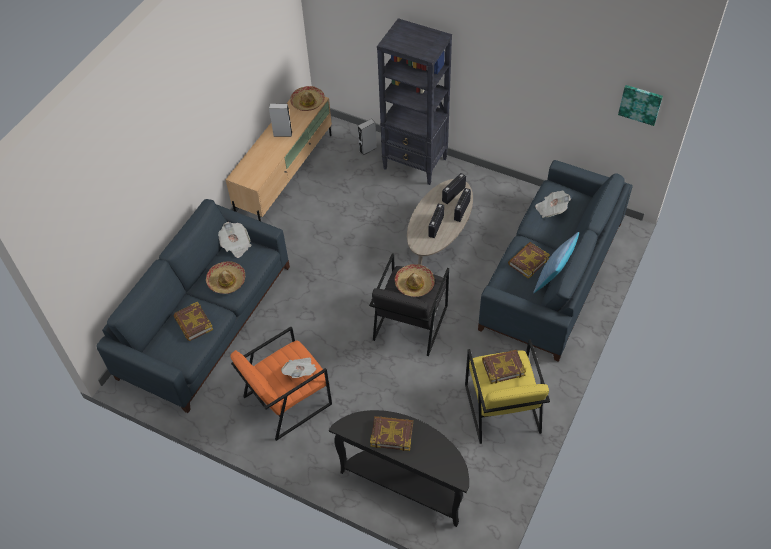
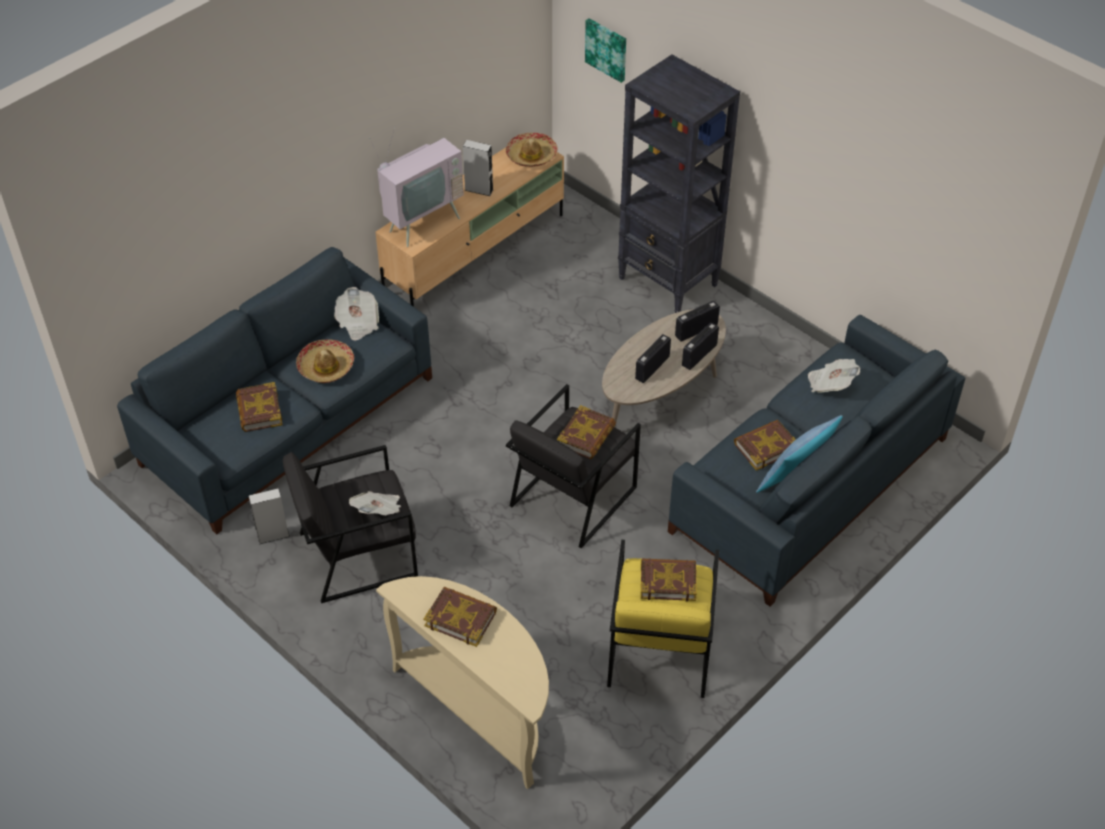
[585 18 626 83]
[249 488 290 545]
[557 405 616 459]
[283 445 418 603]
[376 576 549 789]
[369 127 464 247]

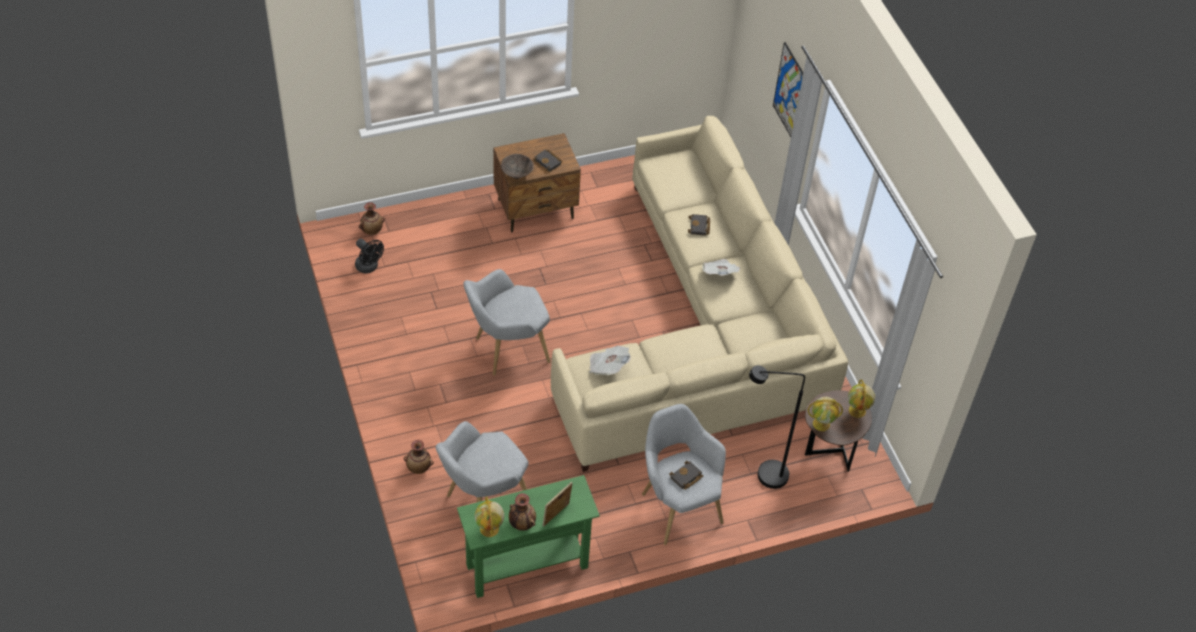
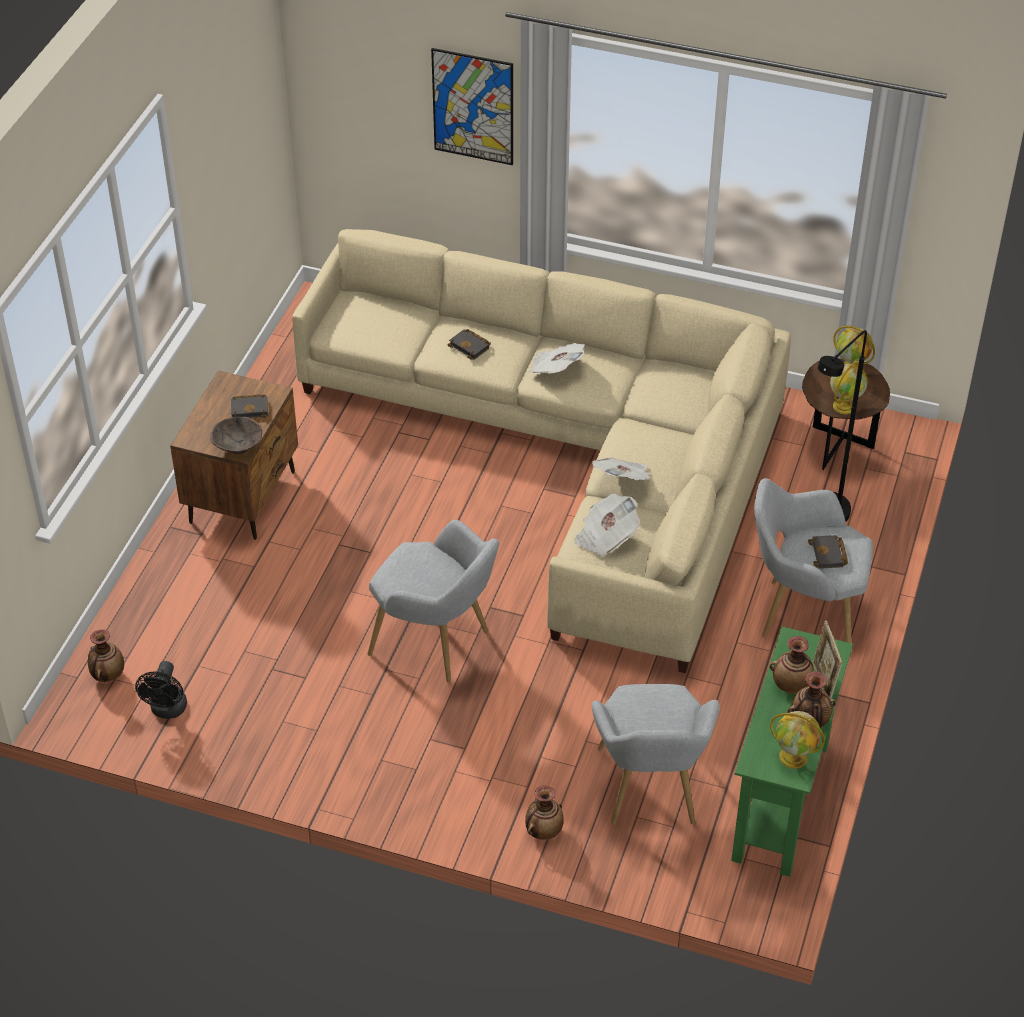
[135 661 187 719]
[368 520 499 683]
[592 457 651 480]
[770 636 814 694]

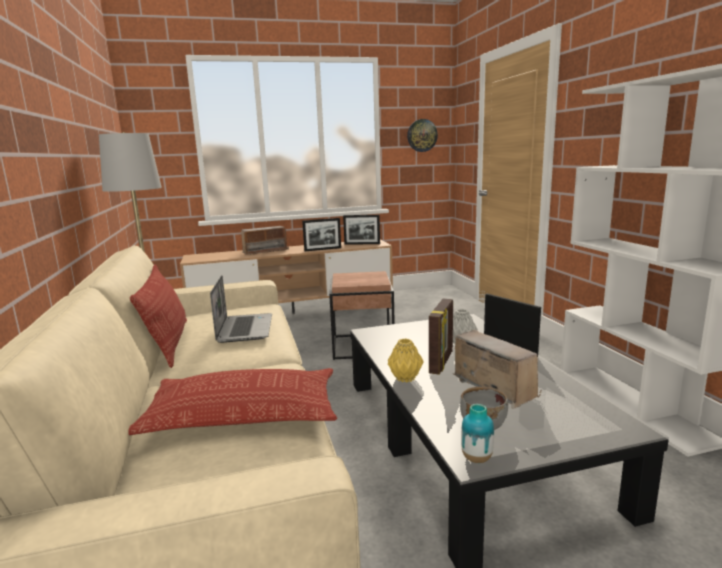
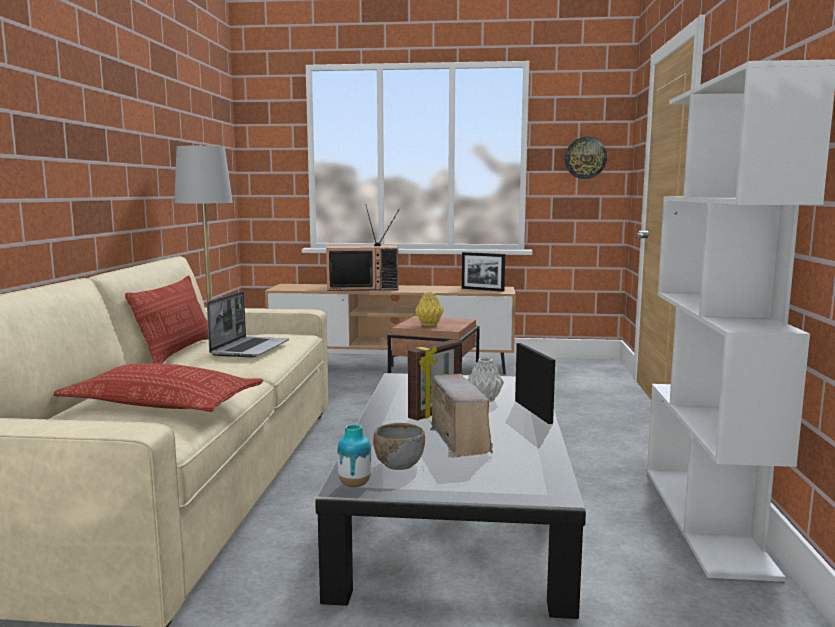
[302 218 341 251] (first image)
[326 204 400 291]
[415 292 444 326]

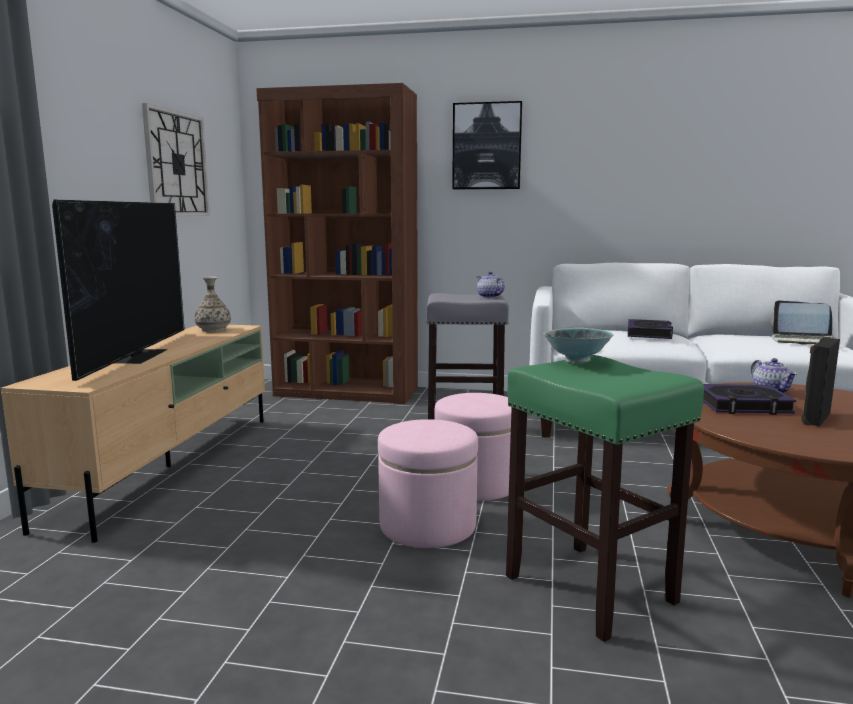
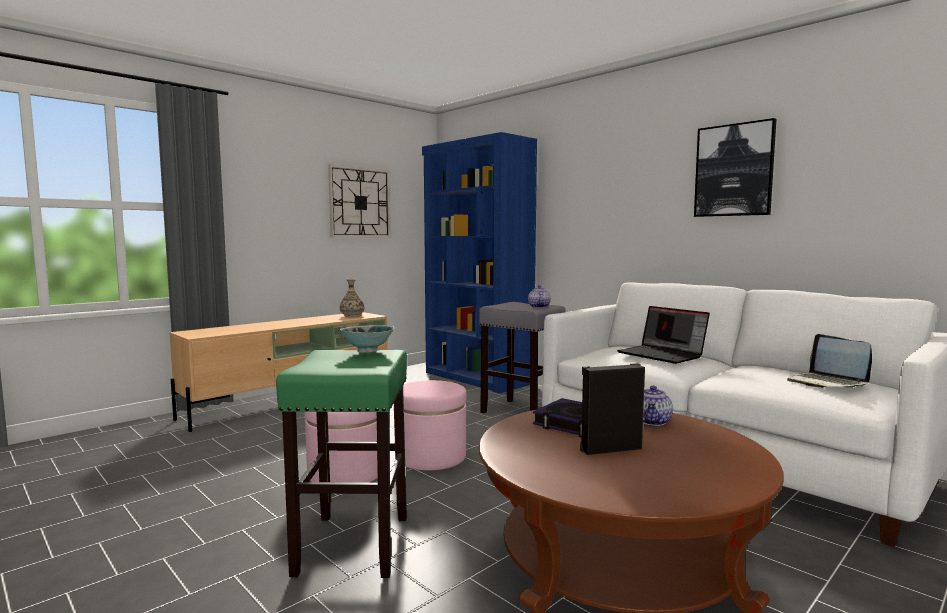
[422 132 537 393]
[694 118 776 217]
[52 200 185 381] (first image)
[617 306 710 364]

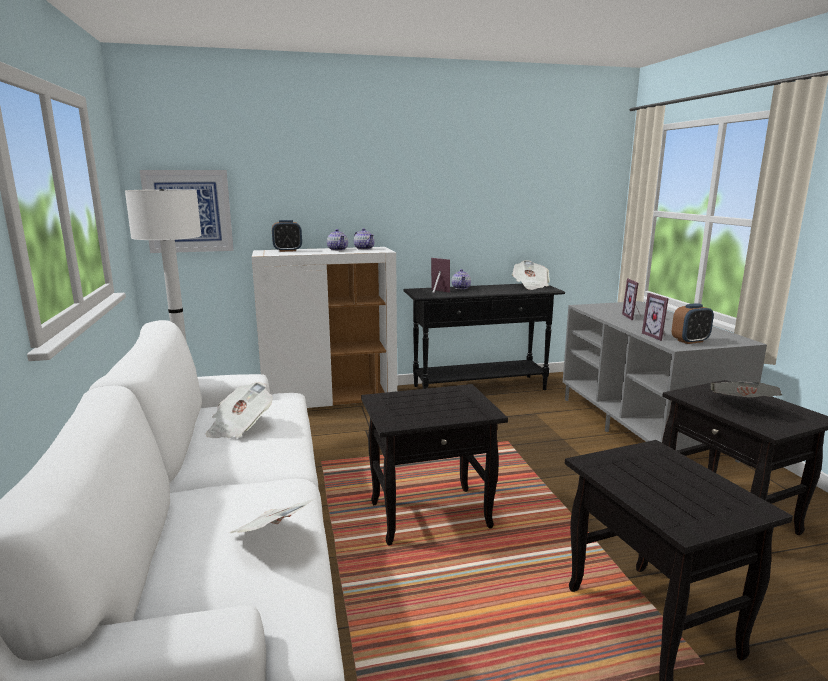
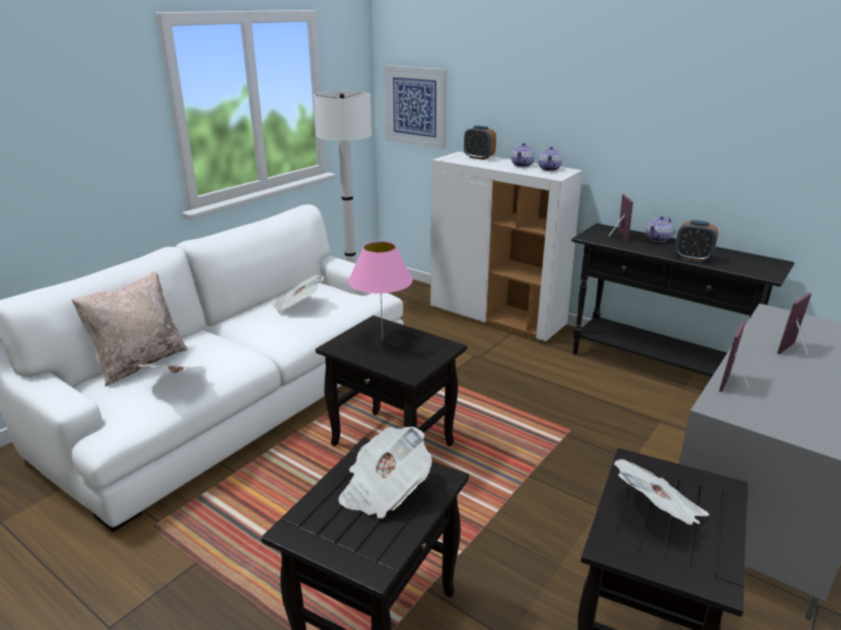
[338 427 432 519]
[675 220 718 262]
[348 241 413 340]
[72 271 188 386]

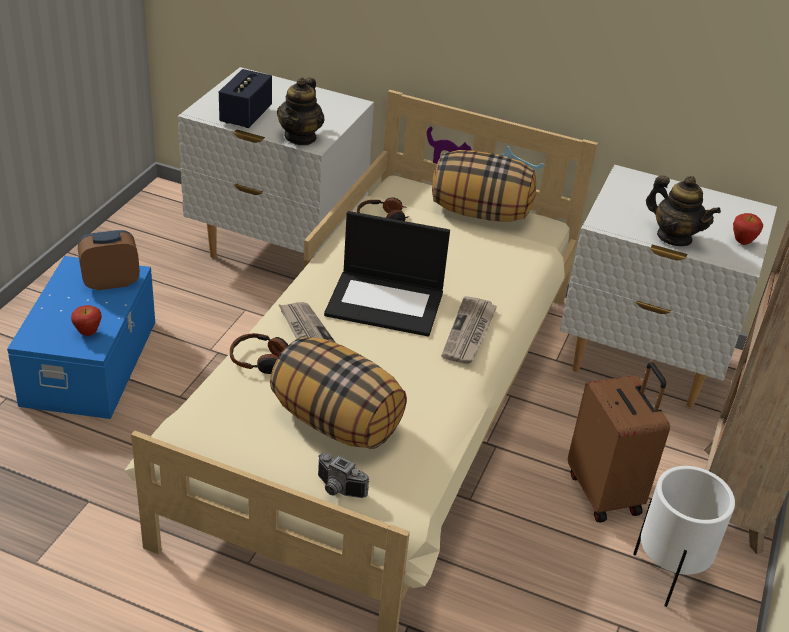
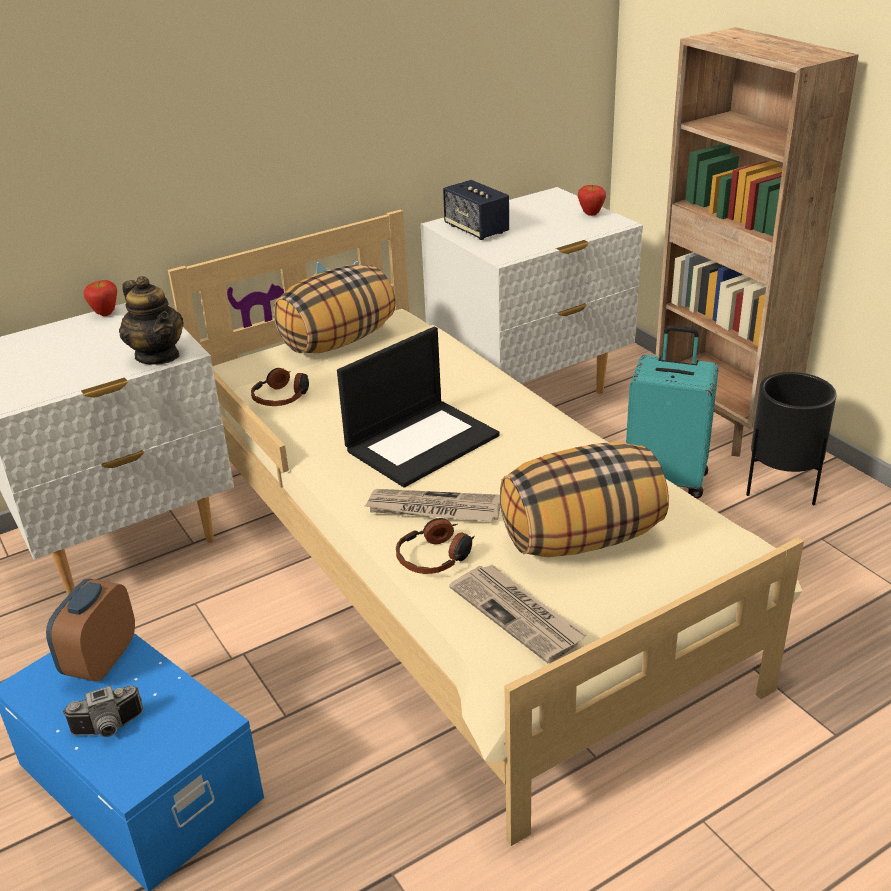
[443 180 509 240]
[646 175 721 246] (first image)
[449 564 587 663]
[84 280 117 316]
[626 325 719 498]
[62 685 143 737]
[746 372 837 505]

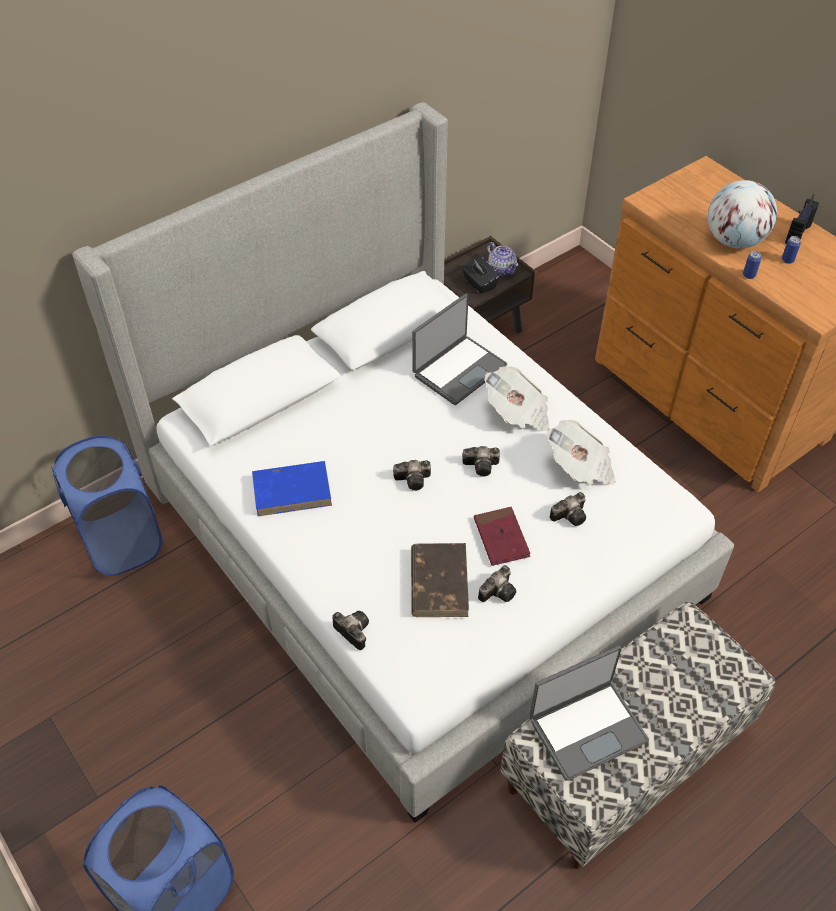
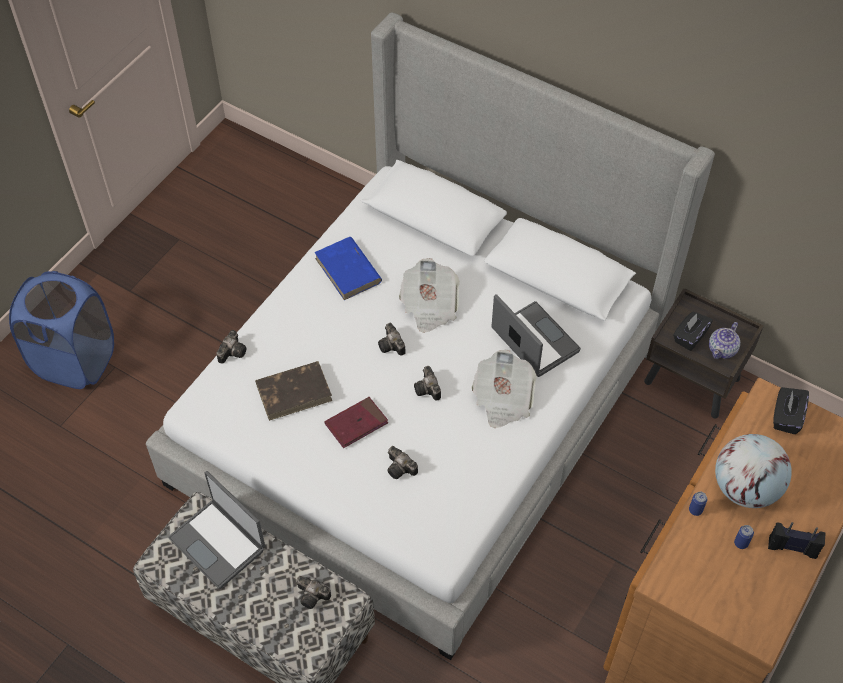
[491 294 581 377]
[399 258 460 333]
[51 435 163 576] (first image)
[296 576 331 609]
[773 387 809 434]

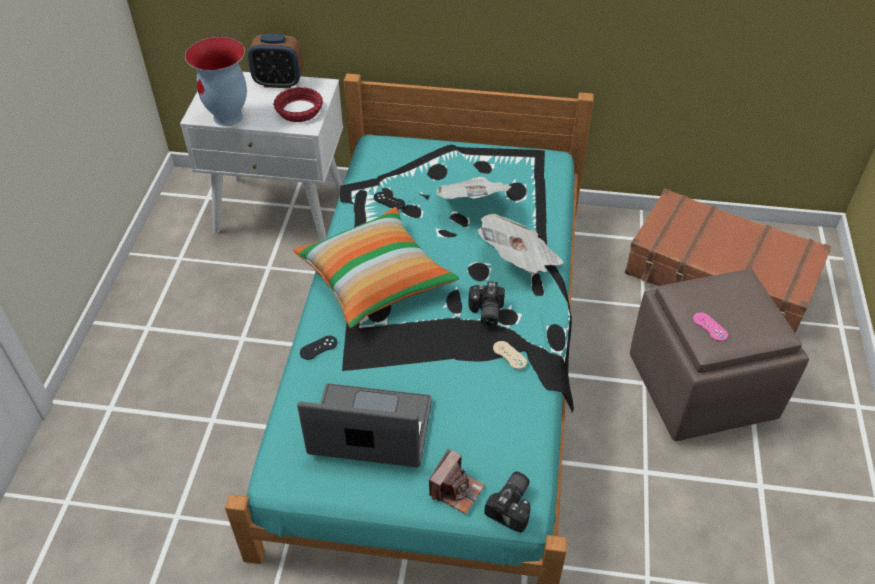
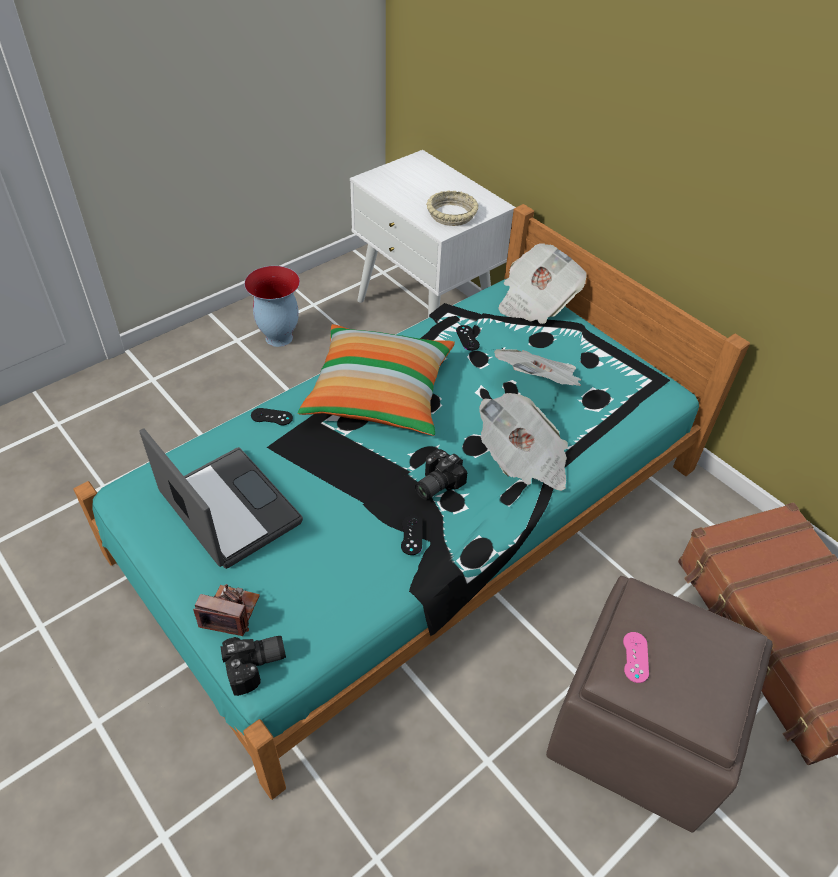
[248 34 303 88] (first image)
[244 266 300 347]
[426 190 478 226]
[401 515 423 555]
[193 584 260 636]
[498 243 587 324]

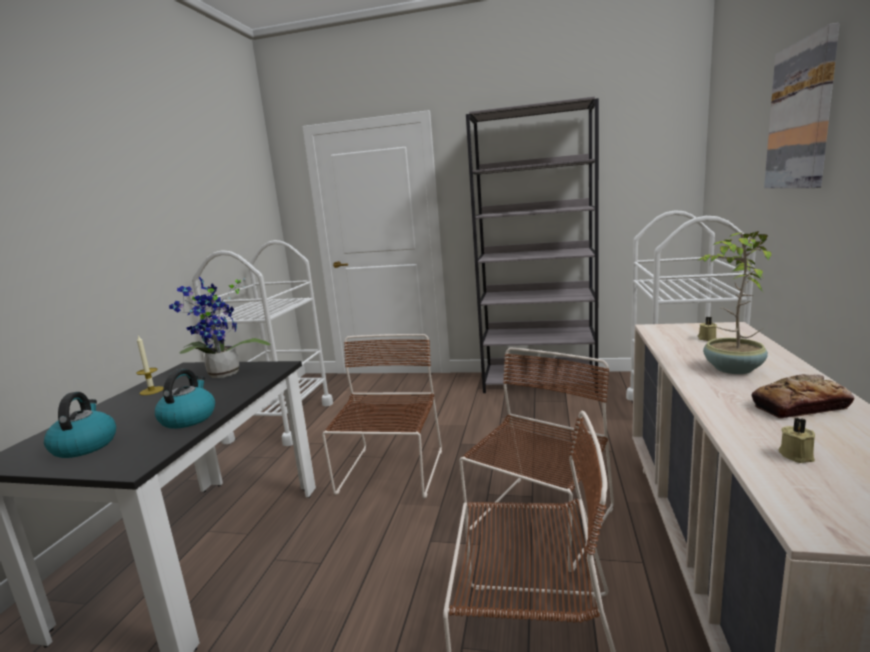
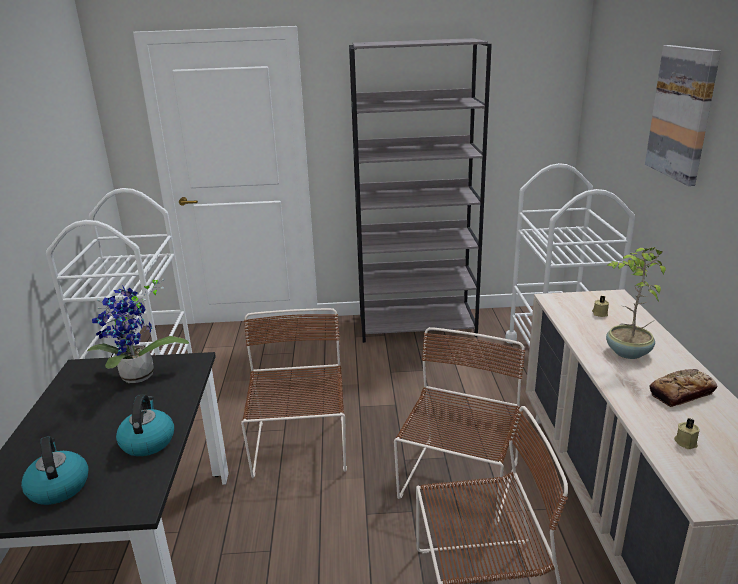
[136 335 164 395] (first image)

